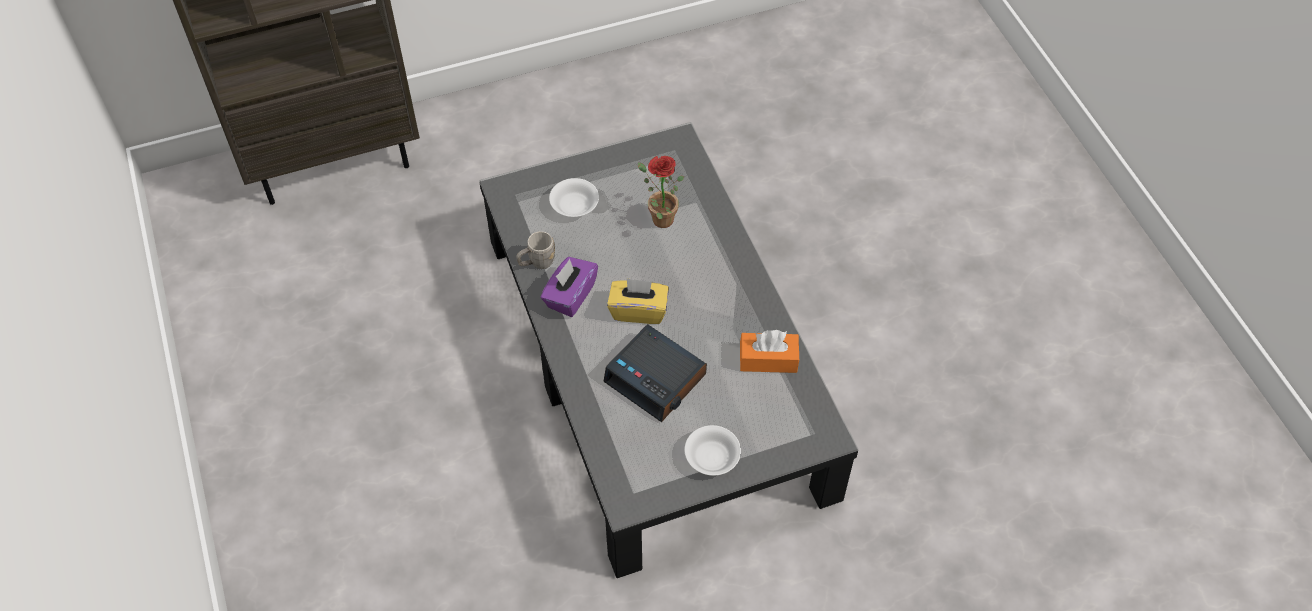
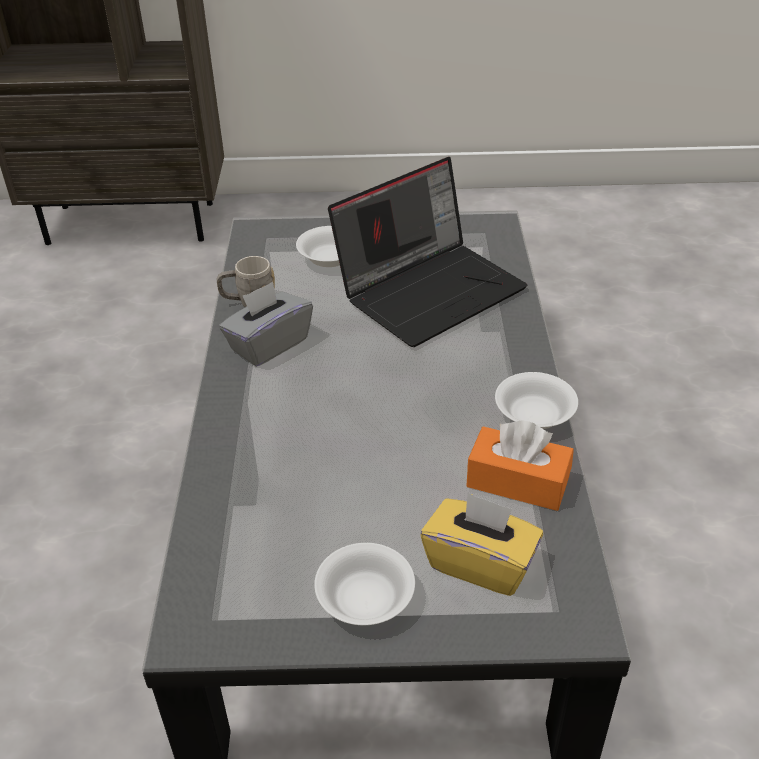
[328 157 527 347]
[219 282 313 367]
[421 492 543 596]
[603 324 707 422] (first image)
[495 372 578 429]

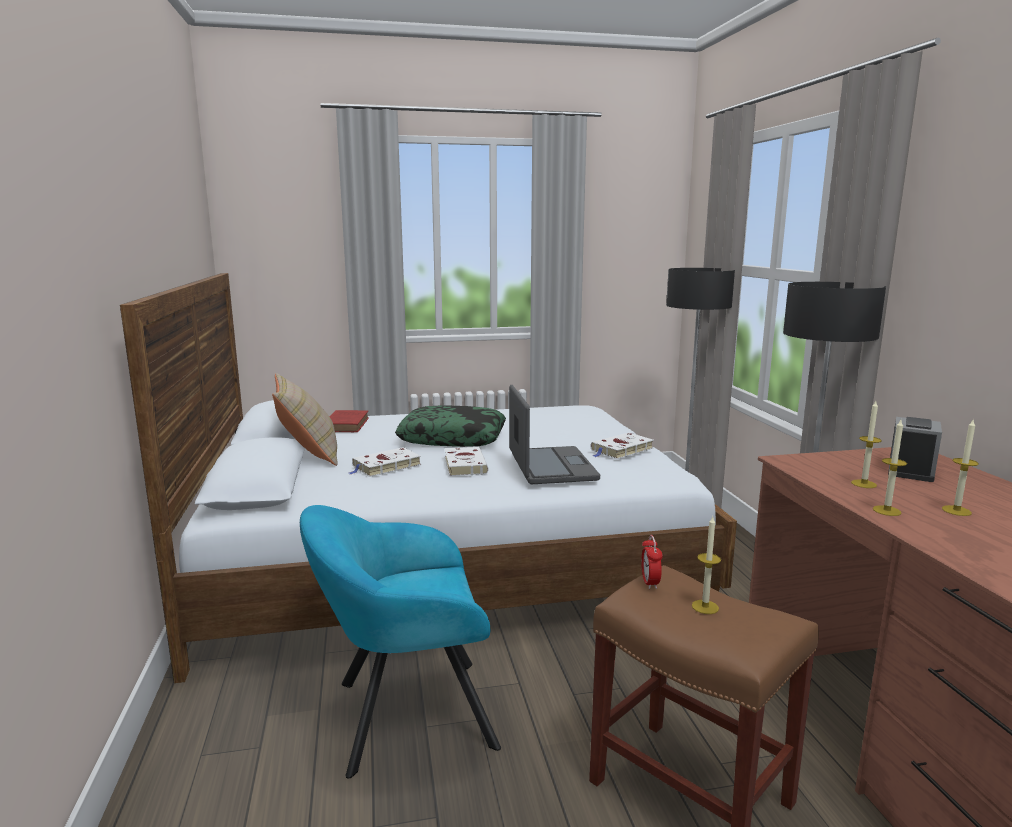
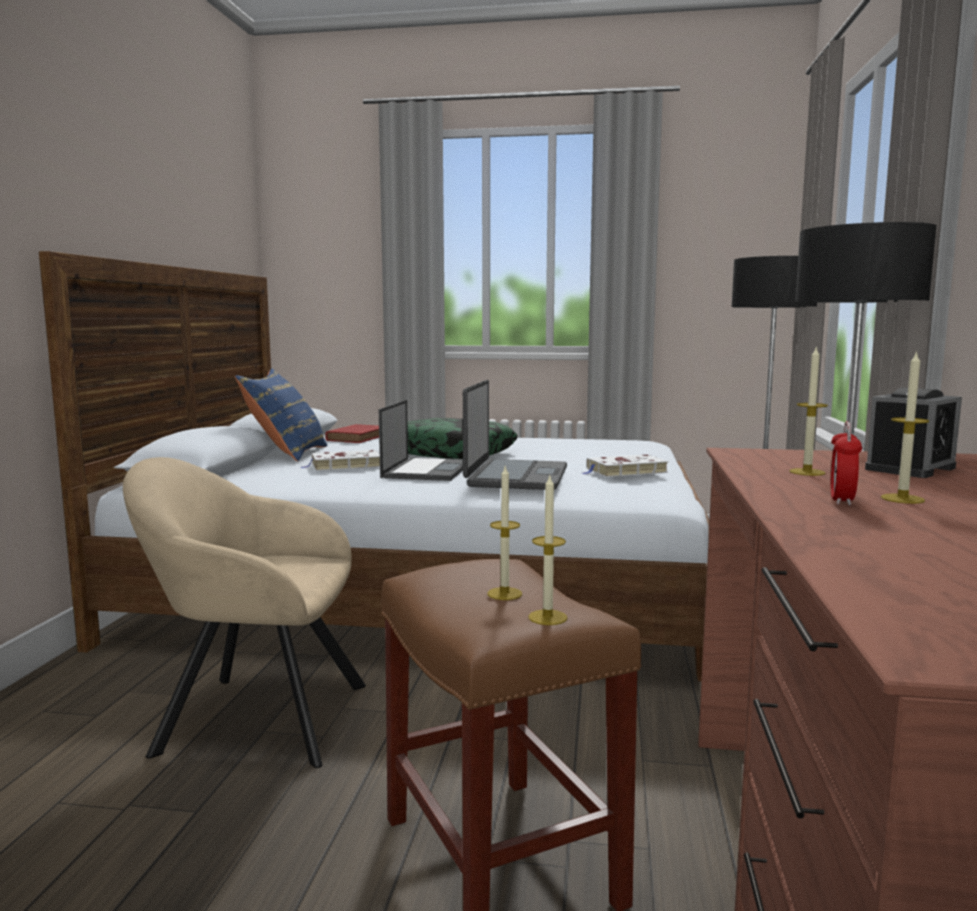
[235 369 327 462]
[528 476 568 625]
[379 400 463 481]
[123 457 366 768]
[831 421 862 506]

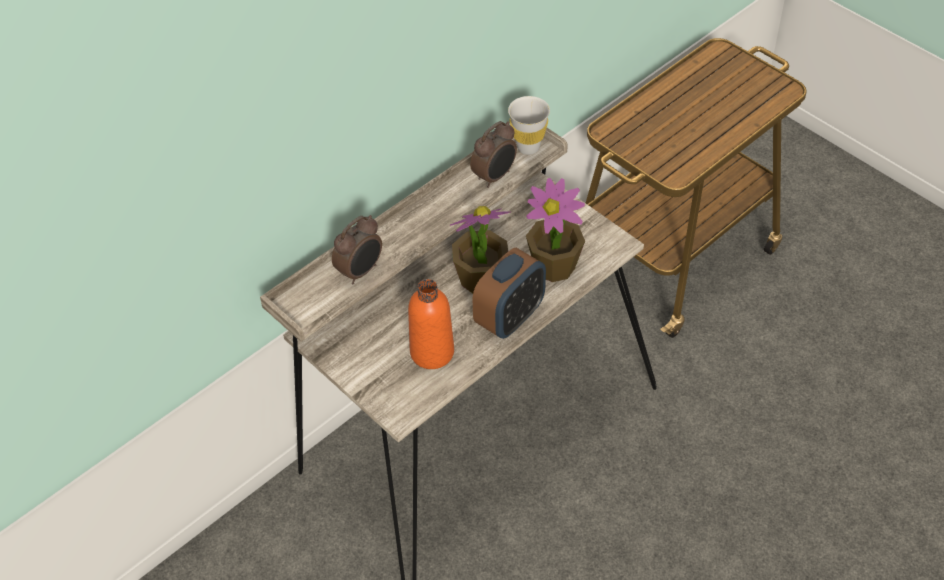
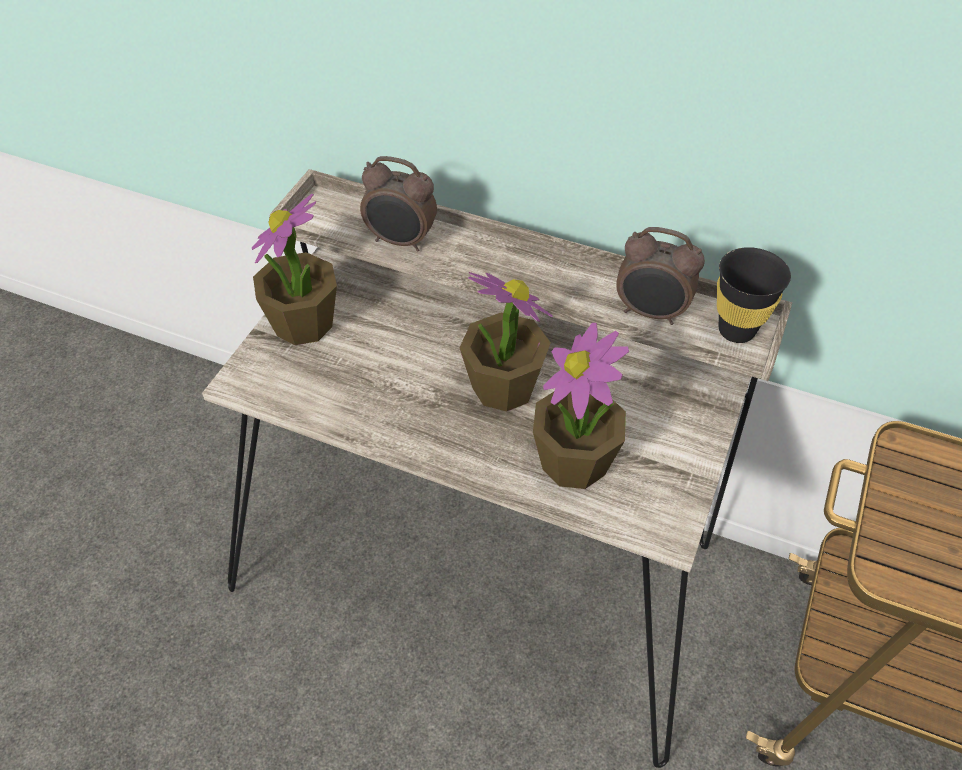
[717 247 791 343]
[473 248 546 339] (first image)
[408 279 454 369] (first image)
[252 194 337 345]

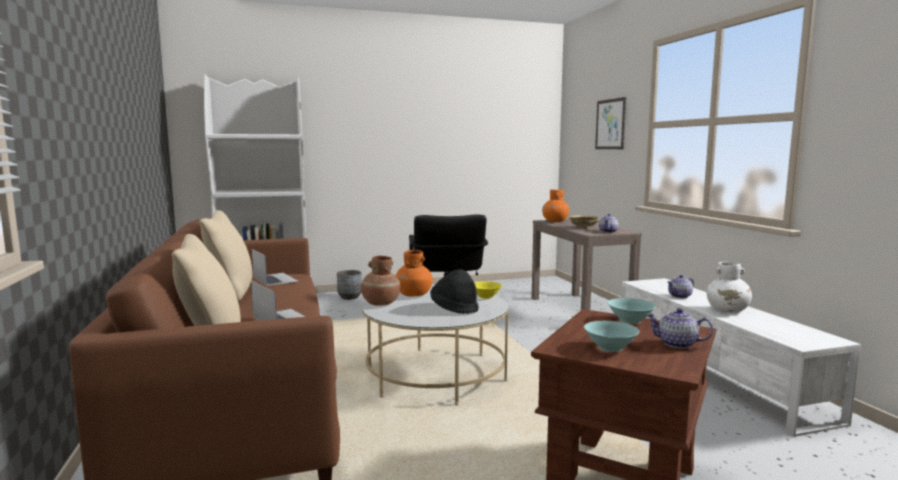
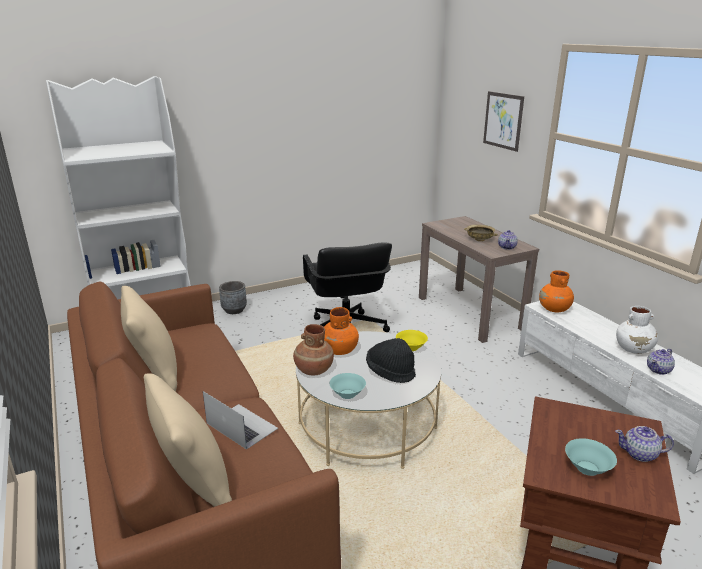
[539 270 574 312]
[252 249 299 286] (first image)
[647 349 675 375]
[329 373 366 399]

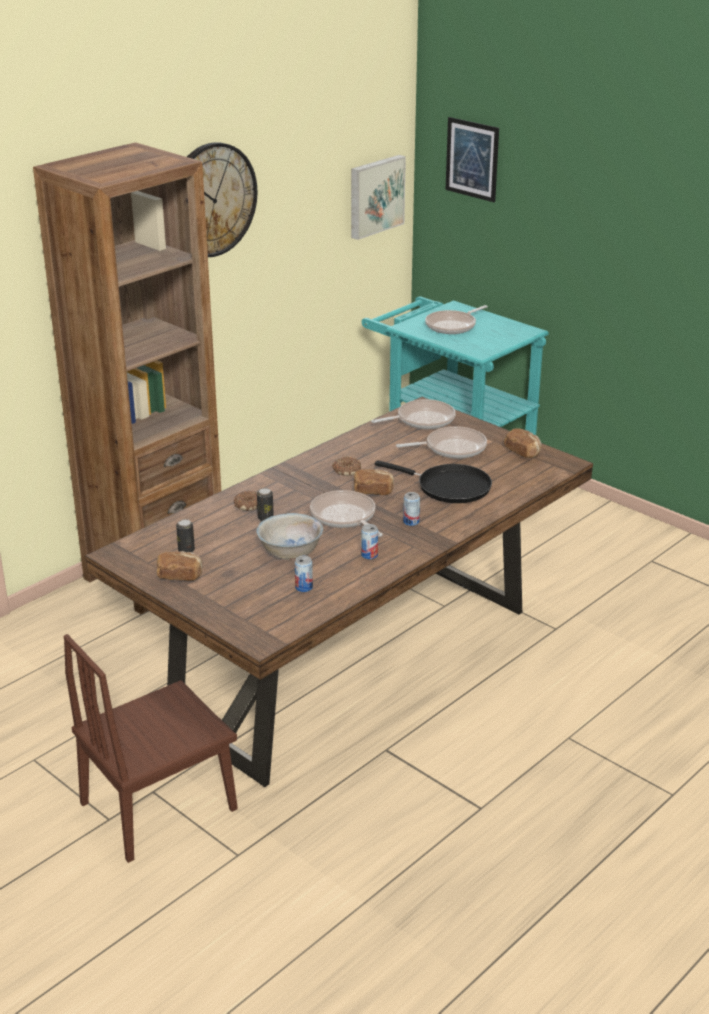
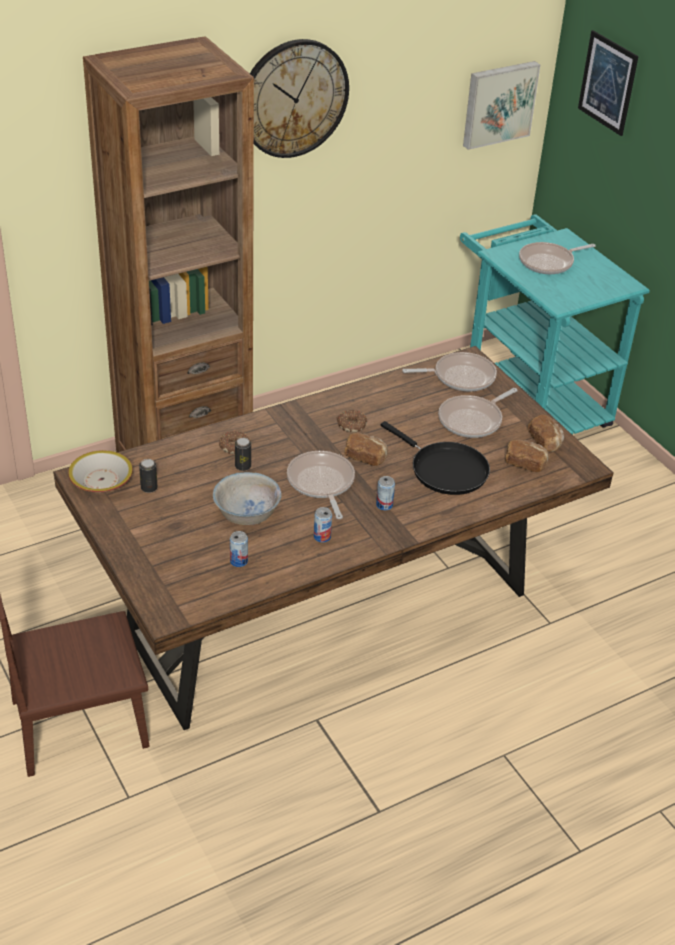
[438 388 518 438]
[505 439 549 472]
[68 450 133 492]

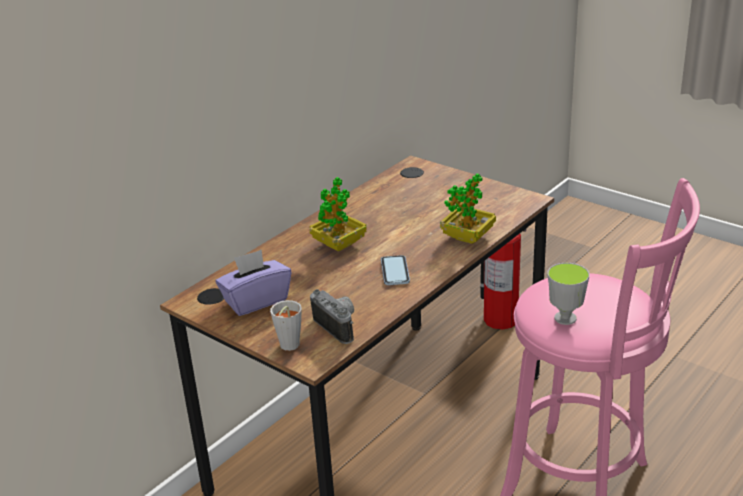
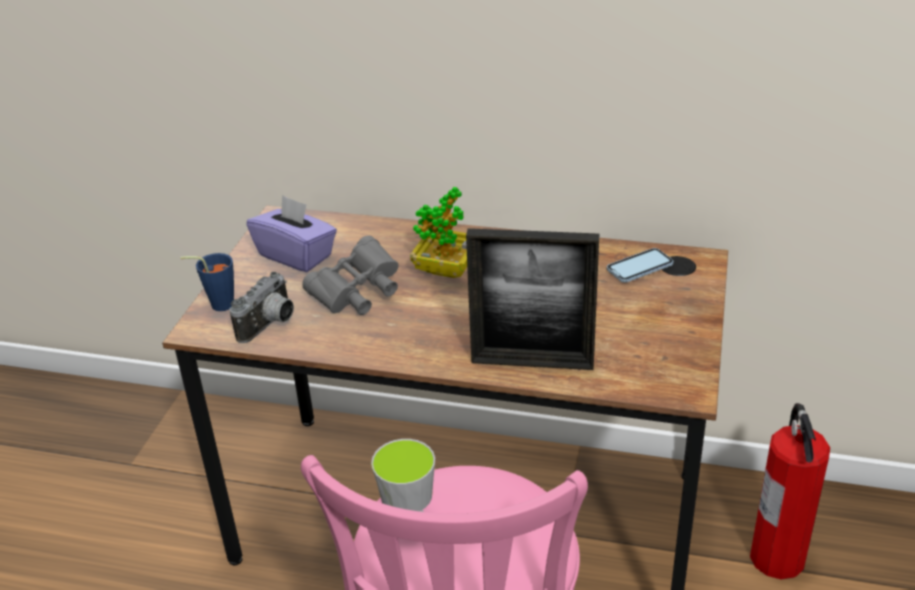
[466 228 599 370]
[607 248 673 283]
[180 253 234 311]
[302 236 399 315]

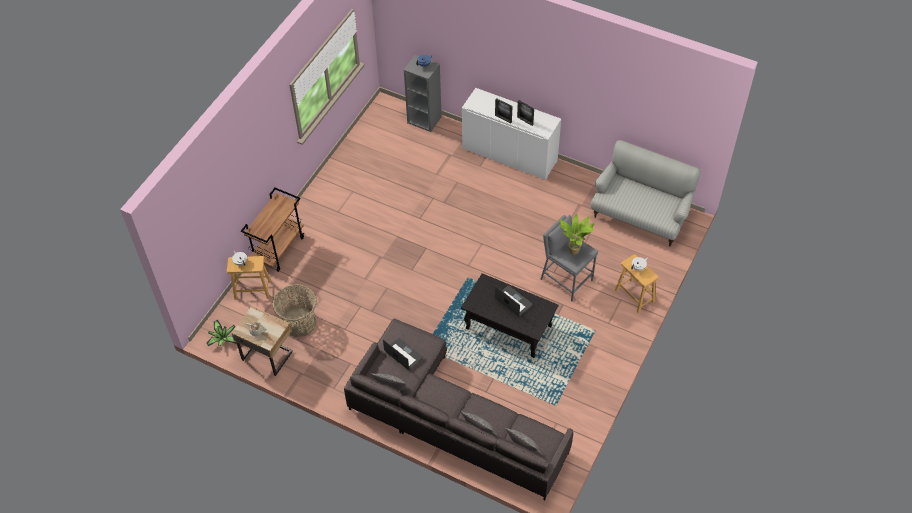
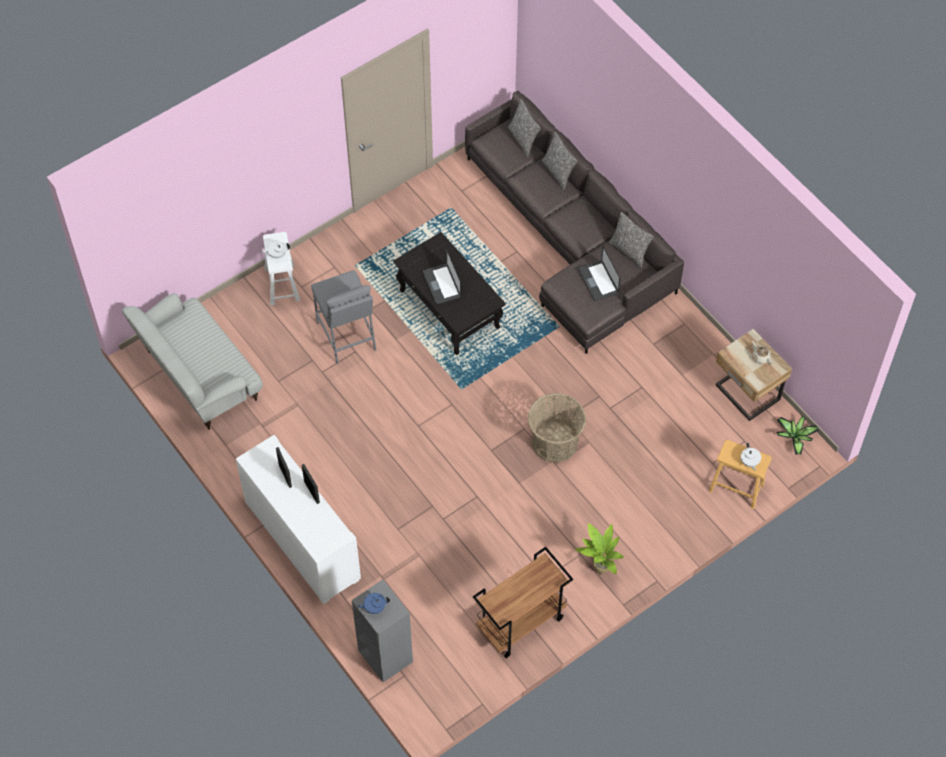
[473 547 573 658]
[575 523 624 574]
[263 232 300 305]
[528 393 586 463]

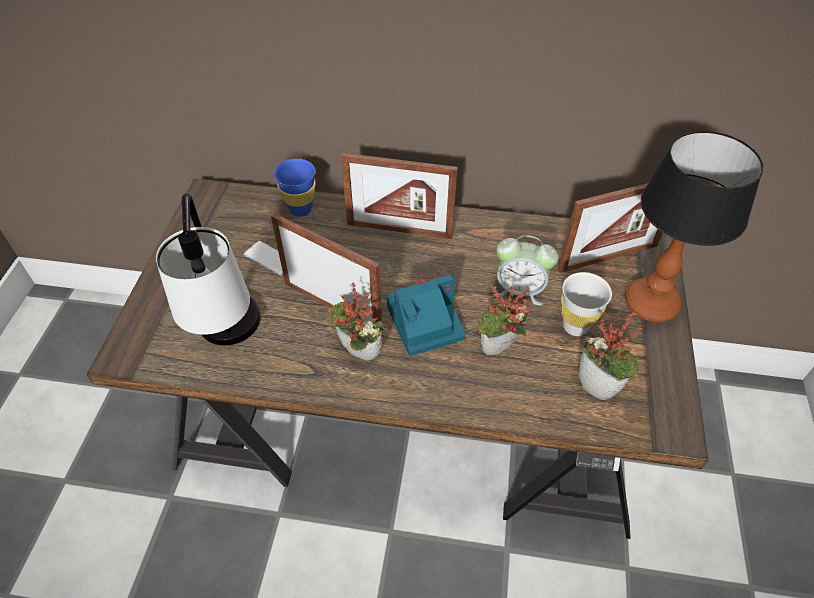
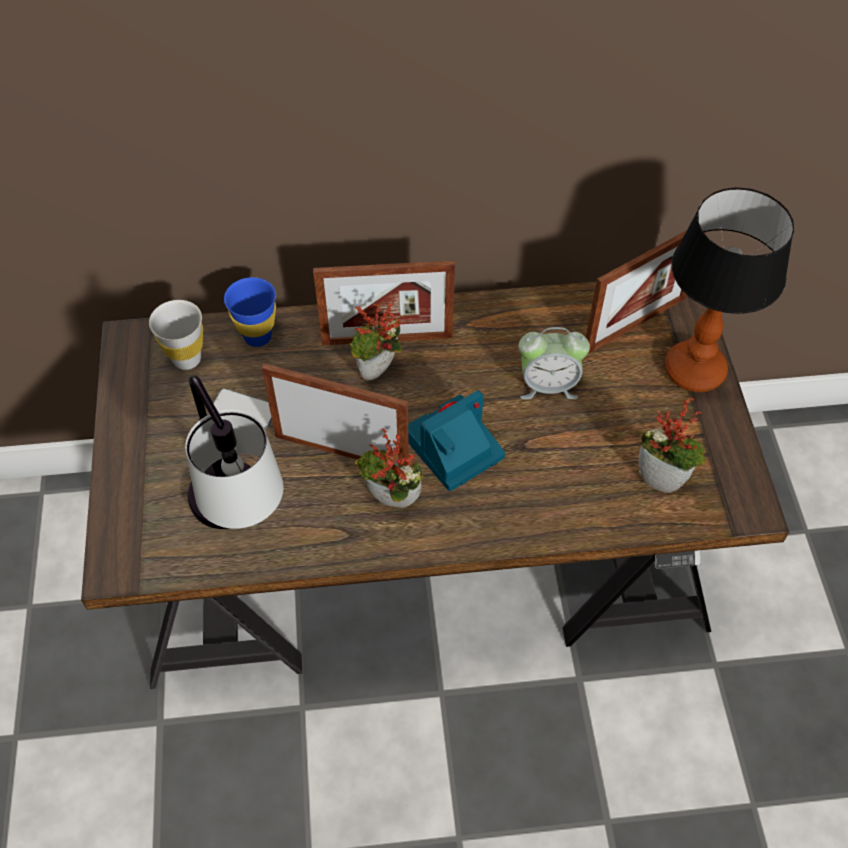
[149 300 203 370]
[350 302 402 381]

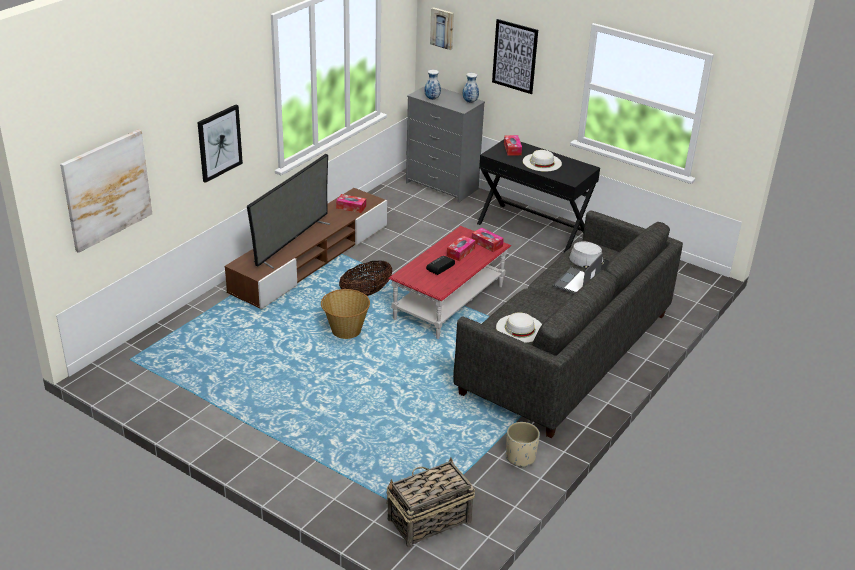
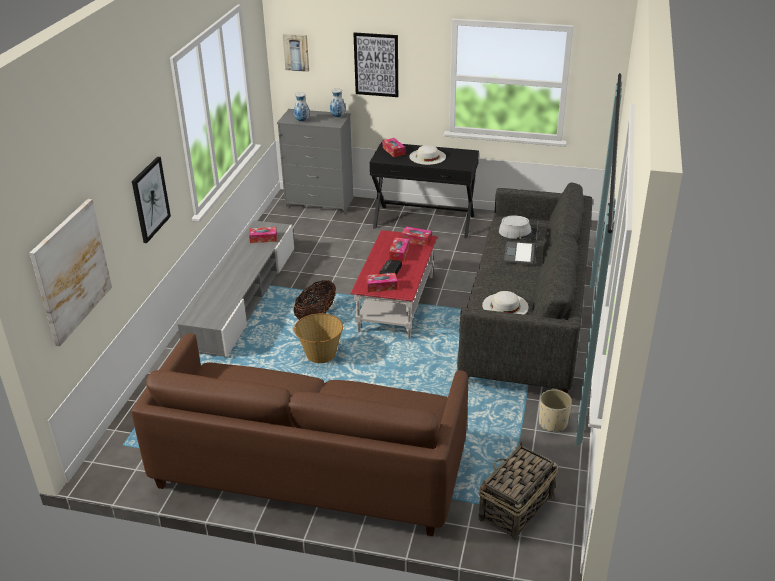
[247 154 330 269] (first image)
[177 220 294 357]
[366 273 397 292]
[131 333 468 536]

